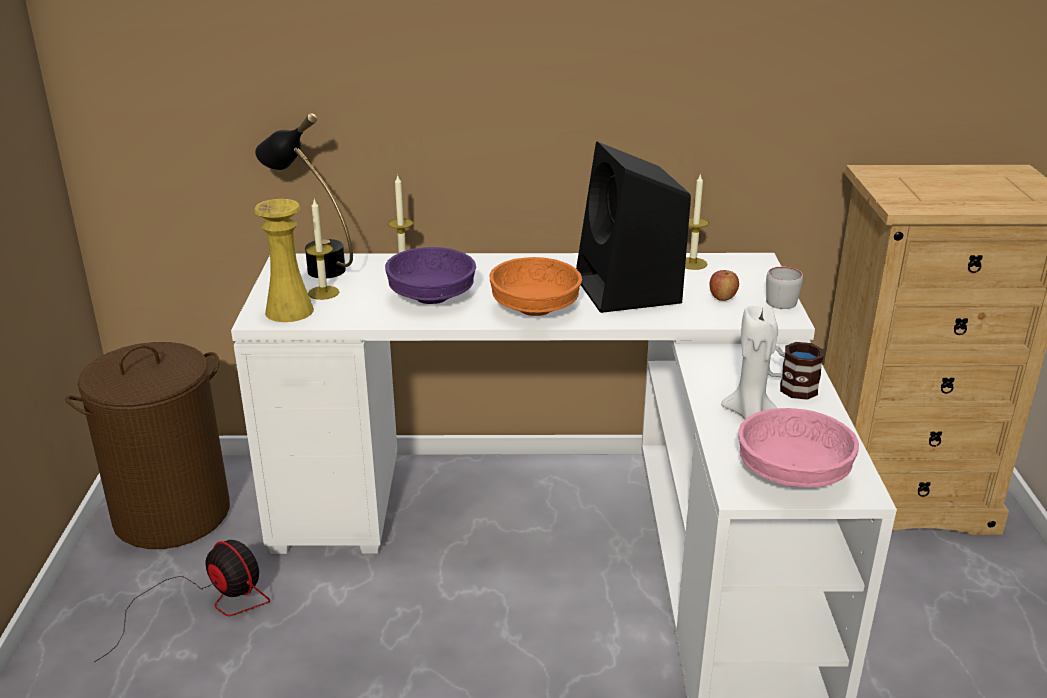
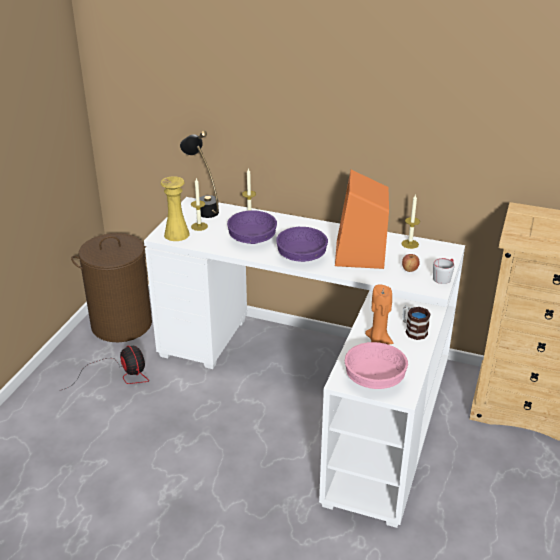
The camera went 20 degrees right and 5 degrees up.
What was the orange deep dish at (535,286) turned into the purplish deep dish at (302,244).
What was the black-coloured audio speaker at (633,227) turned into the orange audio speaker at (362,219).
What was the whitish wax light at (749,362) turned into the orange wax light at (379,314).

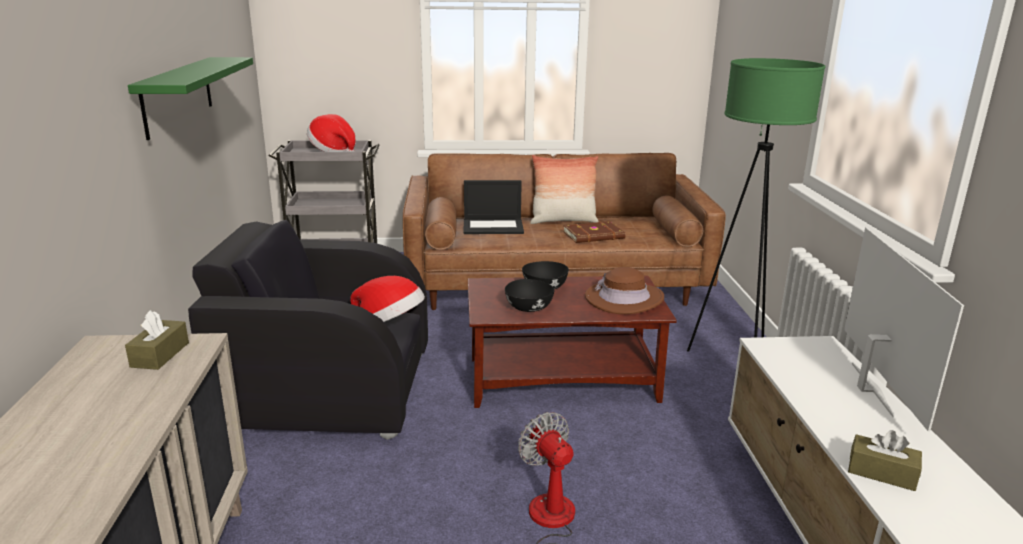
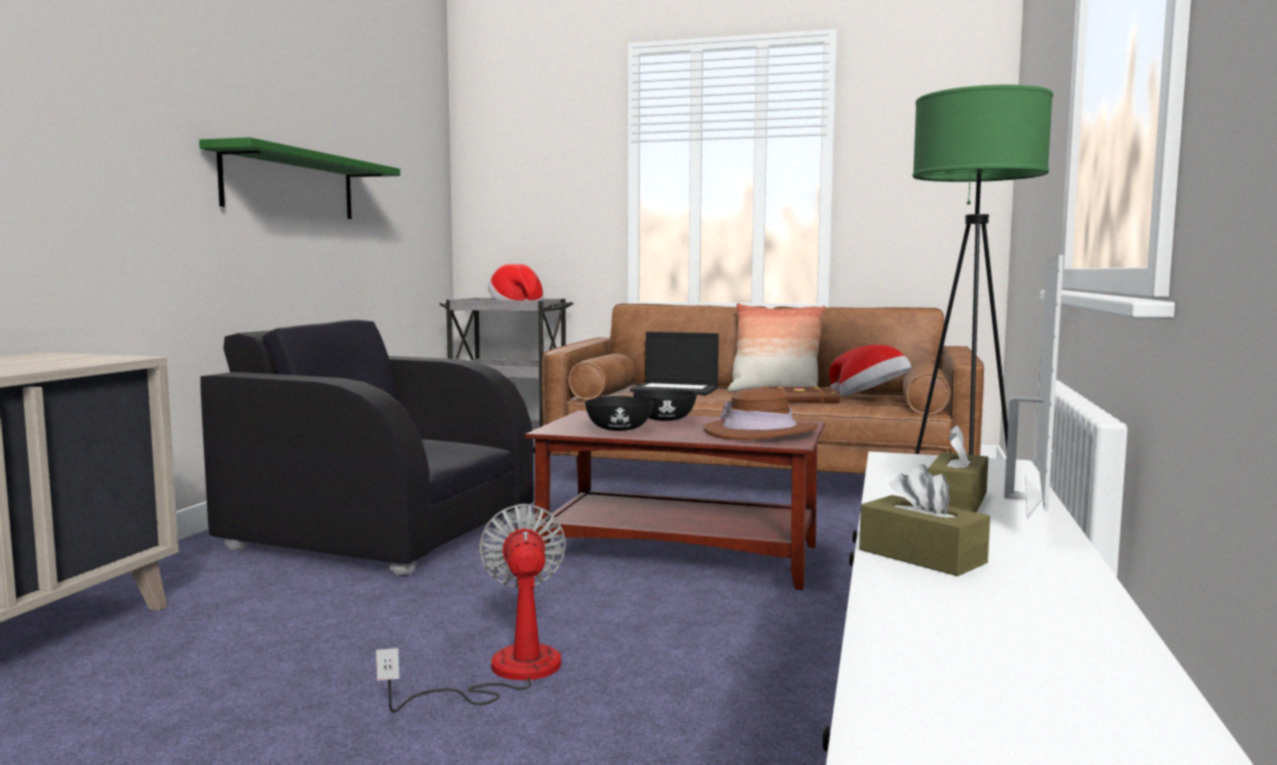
The camera went 20 degrees right and 15 degrees down.
The brown-coloured box of tissues ended up elsewhere, having gone from (157,340) to (957,468).
The clothing hat ended up elsewhere, having gone from (387,299) to (870,370).

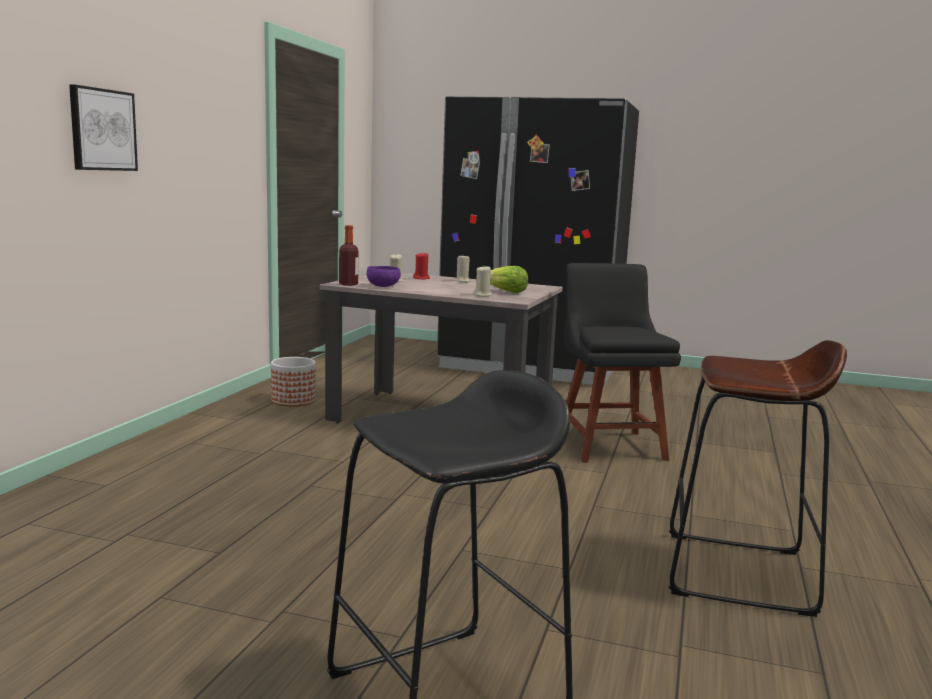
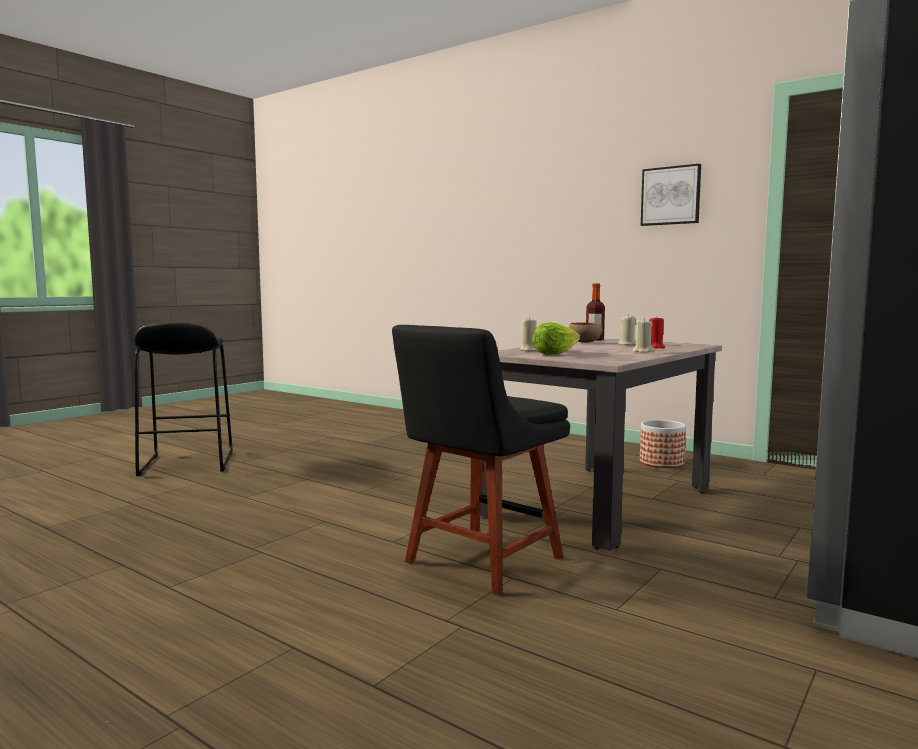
The camera went 110 degrees right and 5 degrees down.
The second view lost the brown-coloured stool seat at (758,478).
The picture ended up elsewhere, having gone from (103,128) to (671,194).
What was the purplish deep dish at (384,276) turned into the brown-coloured deep dish at (585,332).
The black-coloured plain chair at (622,363) ended up facing another way, 120 degrees clockwise from before.

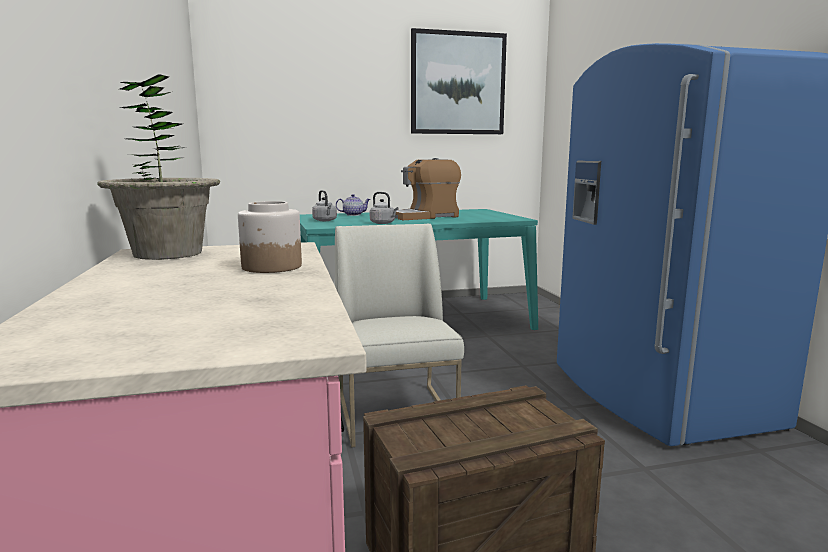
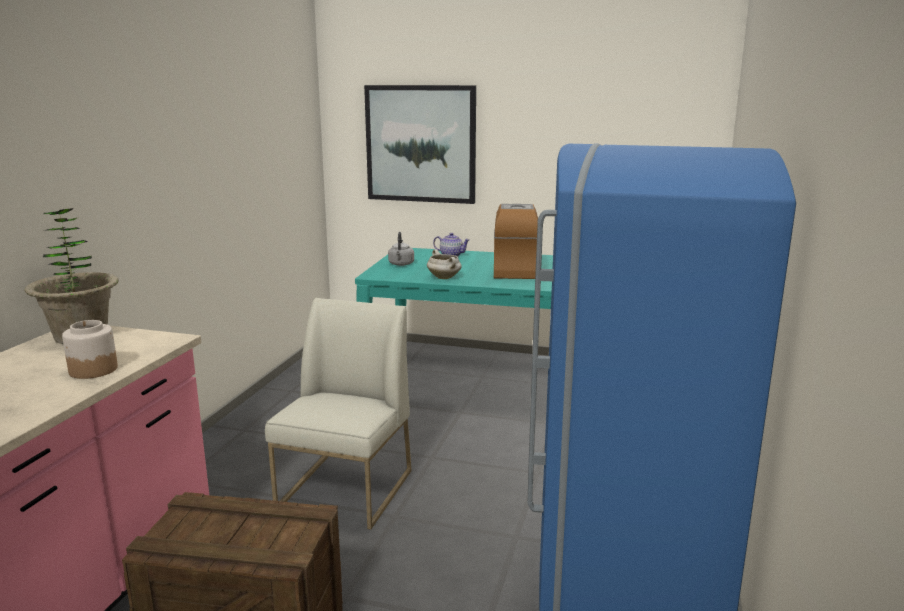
The camera went 30 degrees right and 5 degrees up.
The picture ended up elsewhere, having gone from (459,81) to (420,144).
Where the gray tea kettle stood at (384,208), the whitish cooking pot came to stand at (444,264).
The coffee brewer at (428,189) ended up facing another way, 90 degrees clockwise from before.

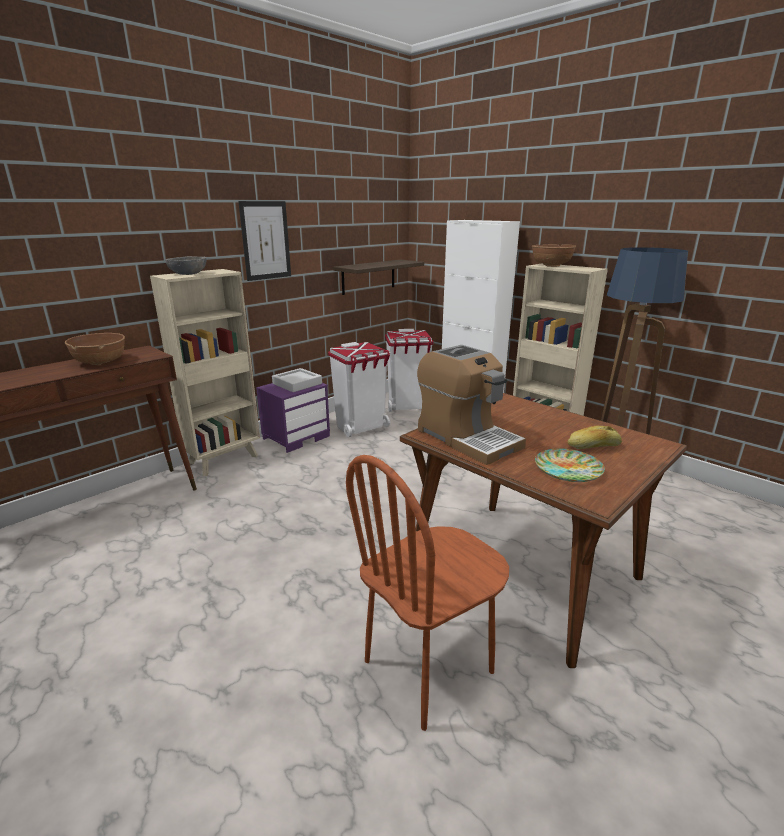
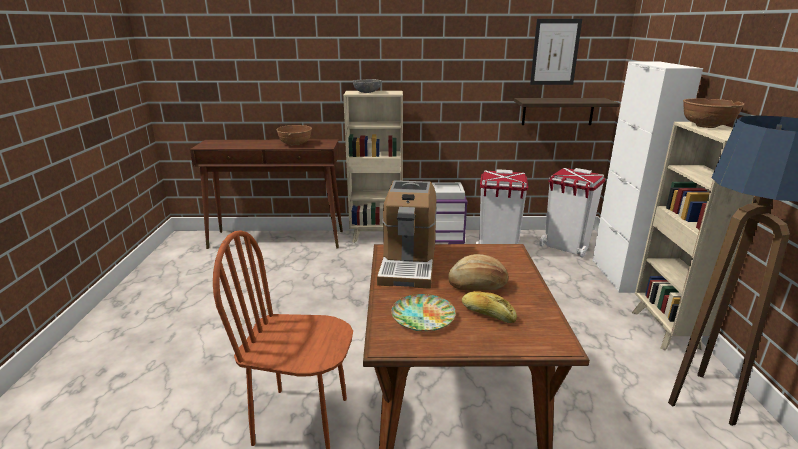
The camera went 45 degrees right and 0 degrees up.
The second view gained the bakery bread at (478,272).
The picture ended up elsewhere, having gone from (264,241) to (556,52).

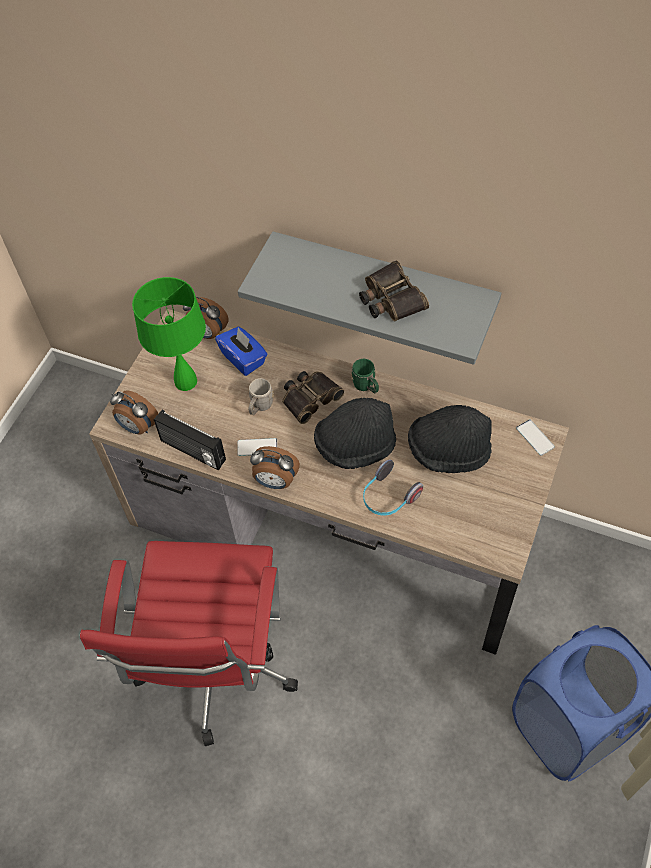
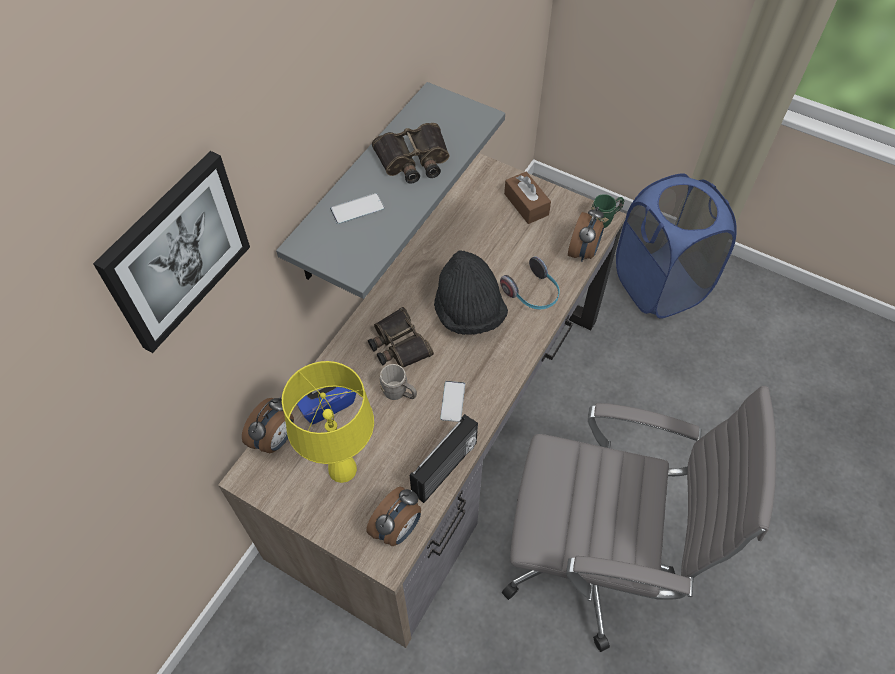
The camera went 85 degrees left and 0 degrees up.
The second view lost the black-coloured clothing hat at (450,439).
The second view gained the picture at (171,252).
The second view gained the brown-coloured box of tissues at (527,198).
The table clock ended up elsewhere, having gone from (275,467) to (586,234).
The greenish tea mug ended up elsewhere, having gone from (365,376) to (607,211).
The telephone ended up elsewhere, having gone from (535,438) to (357,208).
What was the reddish desk chair at (189,643) turned into the gray desk chair at (639,519).
What was the greenish tabletop lamp at (169,334) turned into the yellowish tabletop lamp at (328,422).

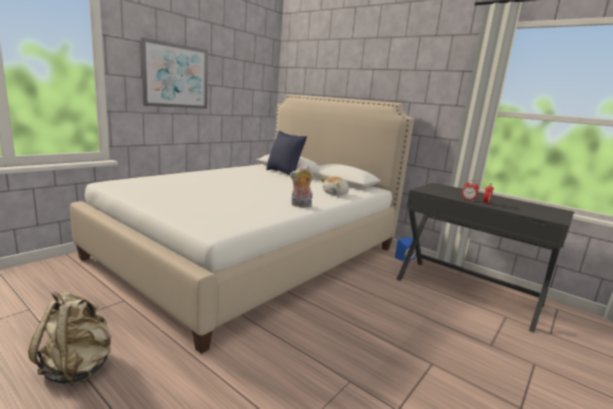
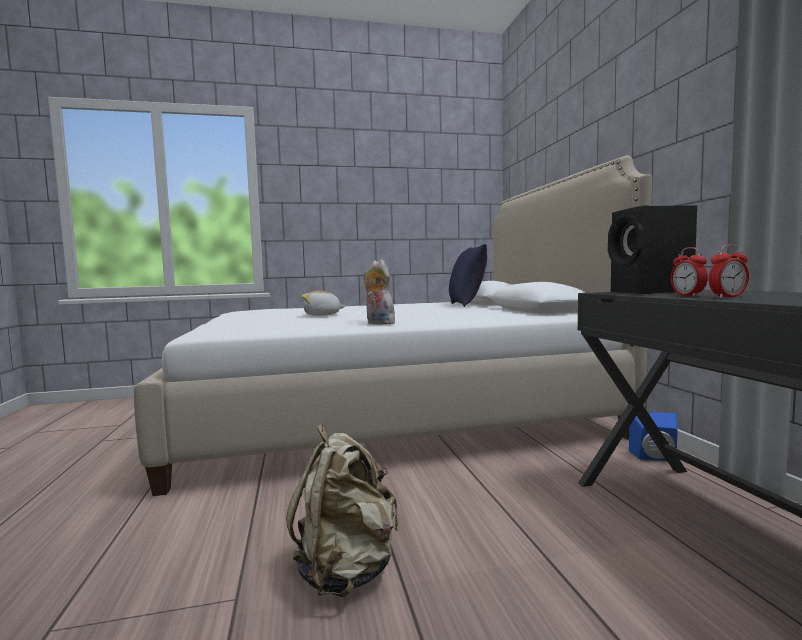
The camera went 40 degrees right and 10 degrees down.
The second view lost the picture at (174,73).
The second view gained the black-coloured audio speaker at (652,249).
The sand-coloured knapsack ended up elsewhere, having gone from (70,338) to (342,510).
The plush toy ended up elsewhere, having gone from (334,186) to (323,303).

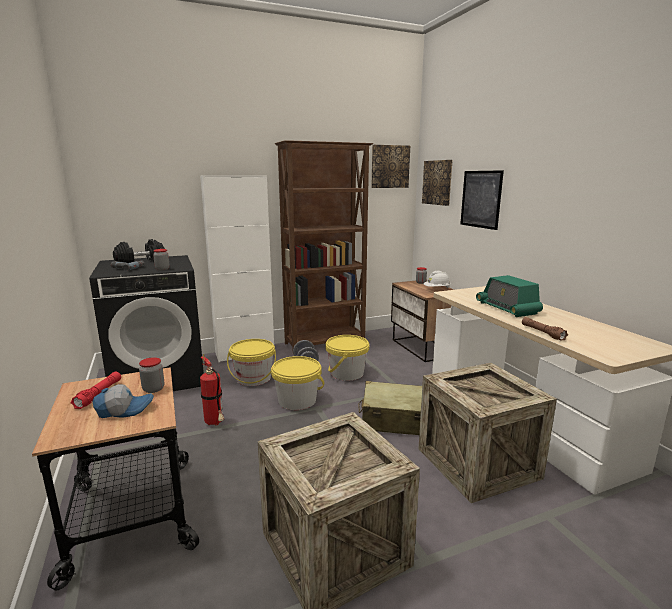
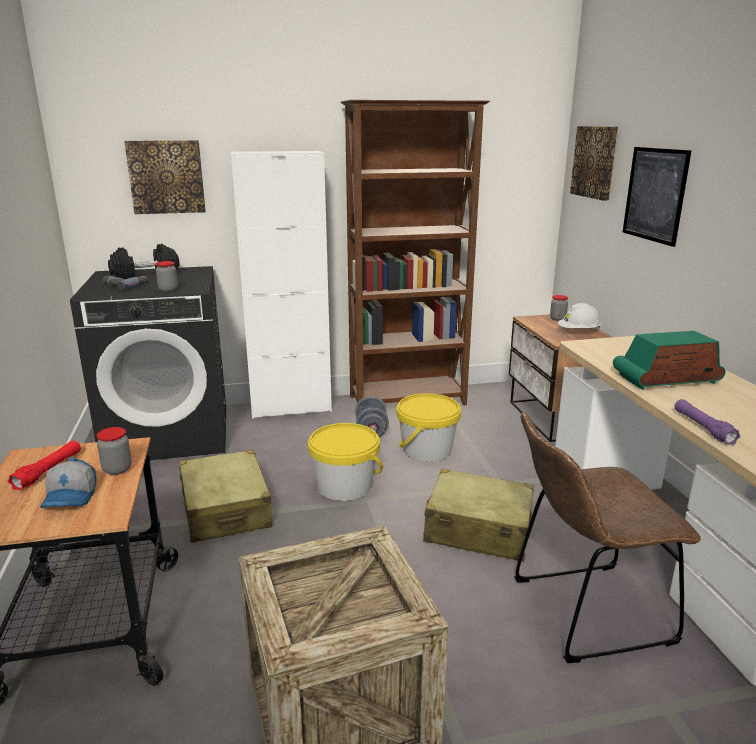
The camera went 10 degrees right and 5 degrees up.
The second view lost the yellowish water bucket at (251,362).
The picture ended up elsewhere, having gone from (390,166) to (165,177).
Where the fire extinguisher stood at (212,390), the sand-coloured piece of luggage came to stand at (225,496).
Where the packing crate stood at (487,433), the brown-coloured plain chair came to stand at (607,538).
What was the brown-coloured hand torch at (545,329) turned into the purplish hand torch at (708,422).
The baseball cap at (123,401) ended up facing another way, 90 degrees clockwise from before.
The radio set at (509,296) ended up facing another way, 90 degrees clockwise from before.

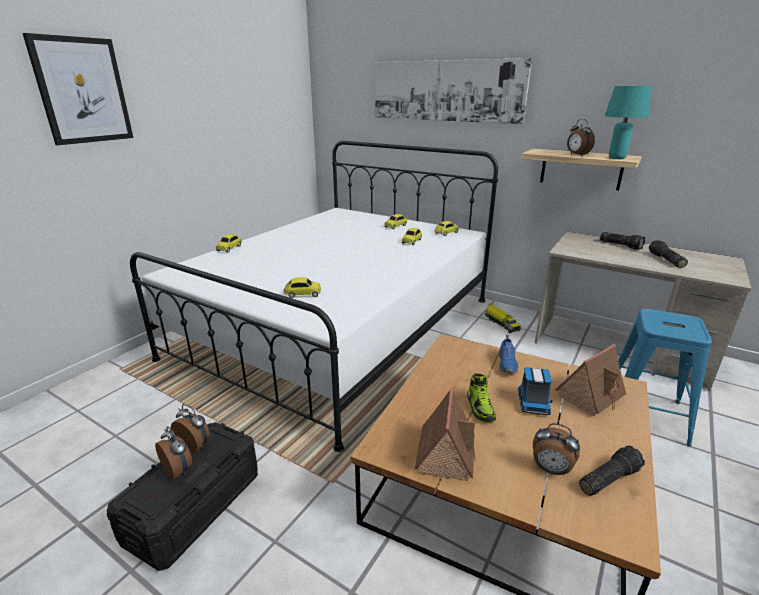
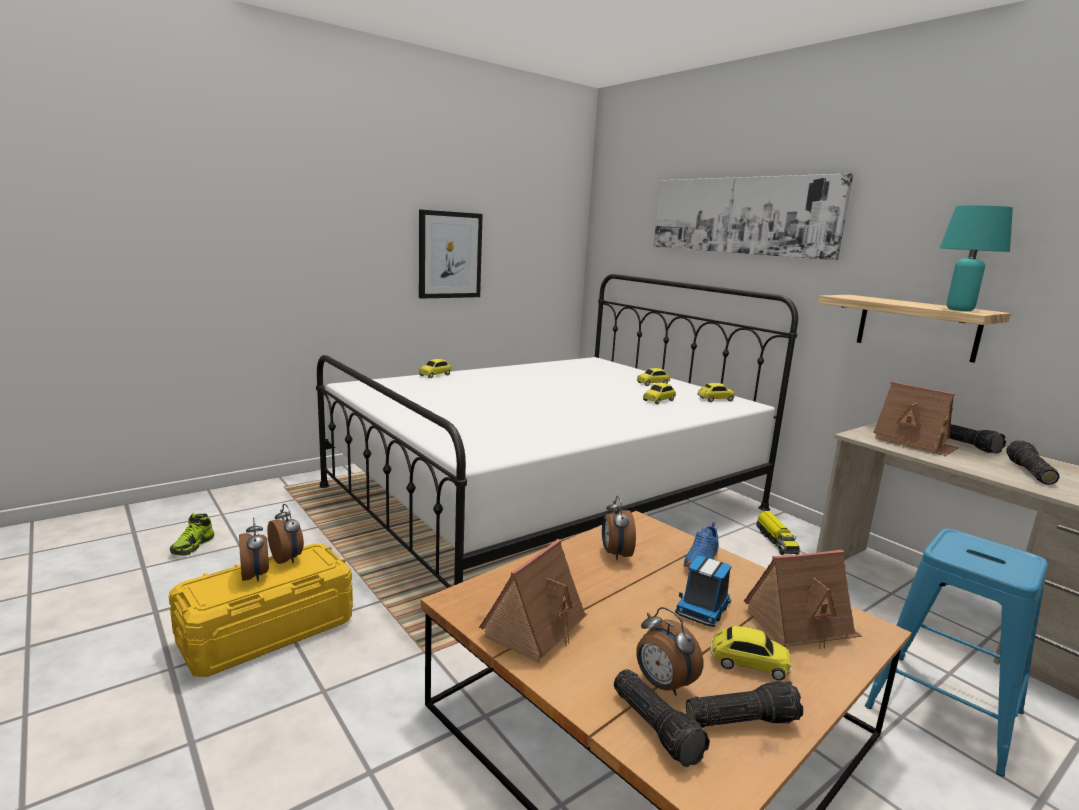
The camera went 20 degrees right and 10 degrees down.
The second view gained the hand torch at (662,718).
The second view gained the model house at (916,418).
The picture ended up elsewhere, having gone from (78,89) to (451,254).
The toy car ended up elsewhere, having gone from (302,287) to (750,653).
The shoe ended up elsewhere, having gone from (481,397) to (192,534).
The table clock ended up elsewhere, having gone from (581,137) to (619,528).
What was the black-coloured storage container at (182,496) turned into the yellowish storage container at (260,610).

